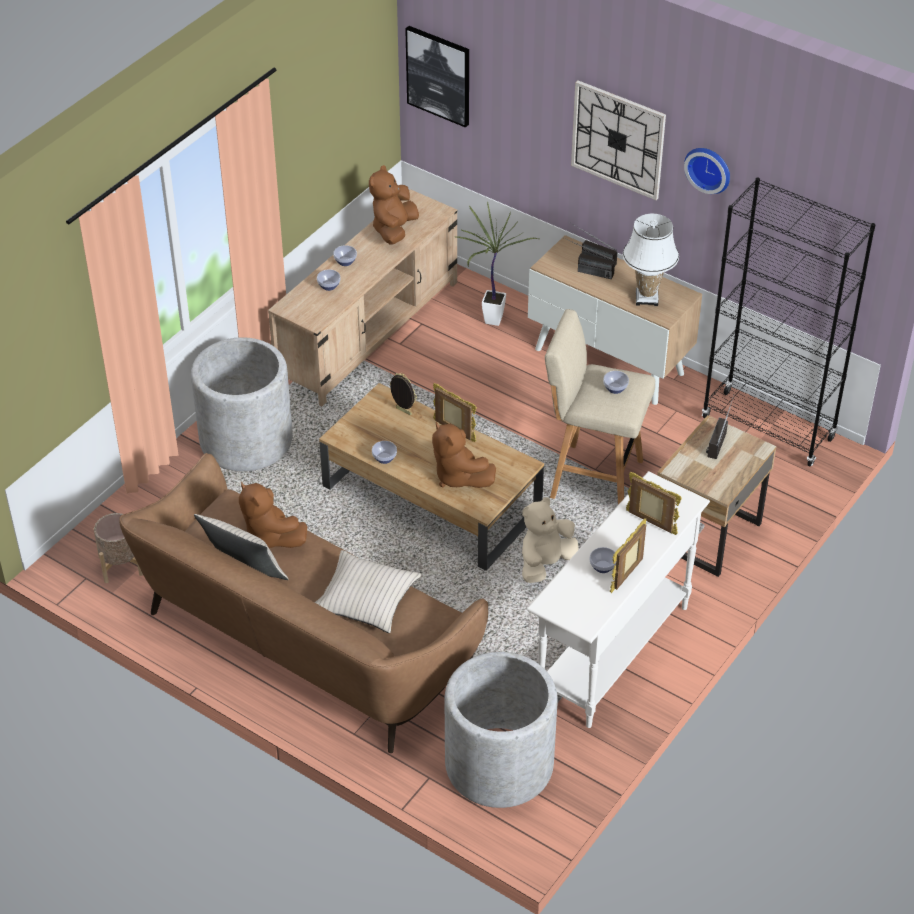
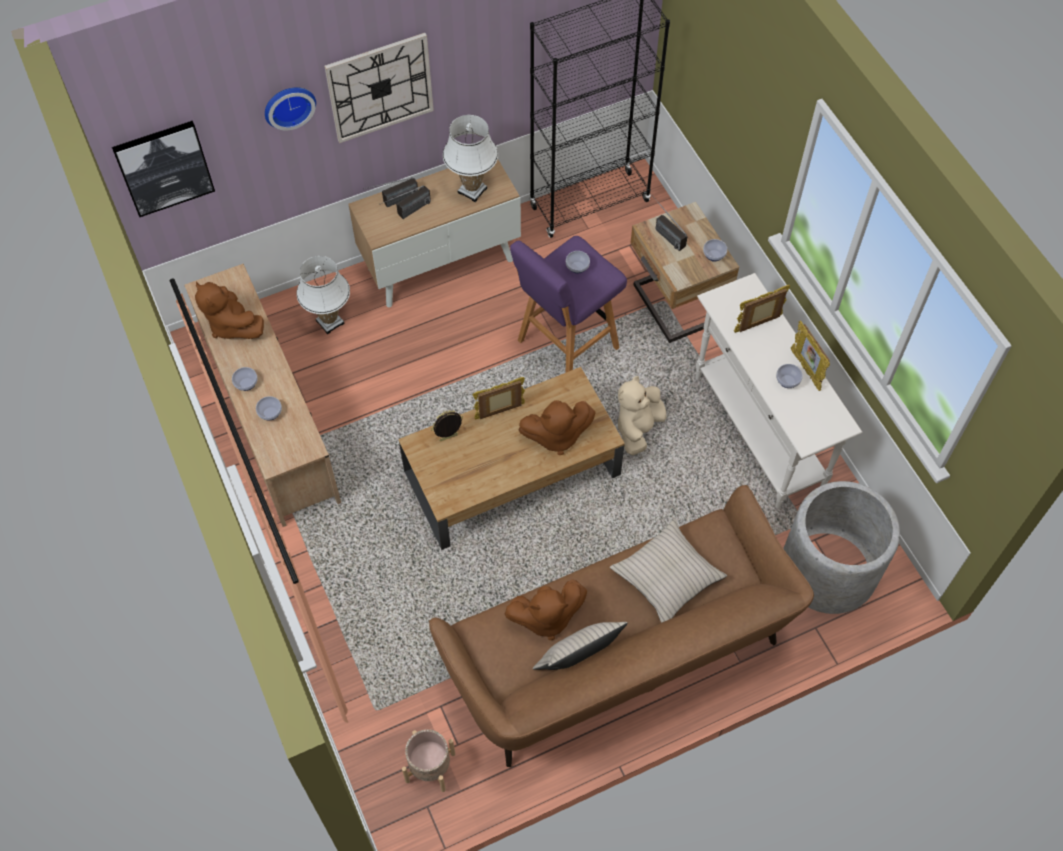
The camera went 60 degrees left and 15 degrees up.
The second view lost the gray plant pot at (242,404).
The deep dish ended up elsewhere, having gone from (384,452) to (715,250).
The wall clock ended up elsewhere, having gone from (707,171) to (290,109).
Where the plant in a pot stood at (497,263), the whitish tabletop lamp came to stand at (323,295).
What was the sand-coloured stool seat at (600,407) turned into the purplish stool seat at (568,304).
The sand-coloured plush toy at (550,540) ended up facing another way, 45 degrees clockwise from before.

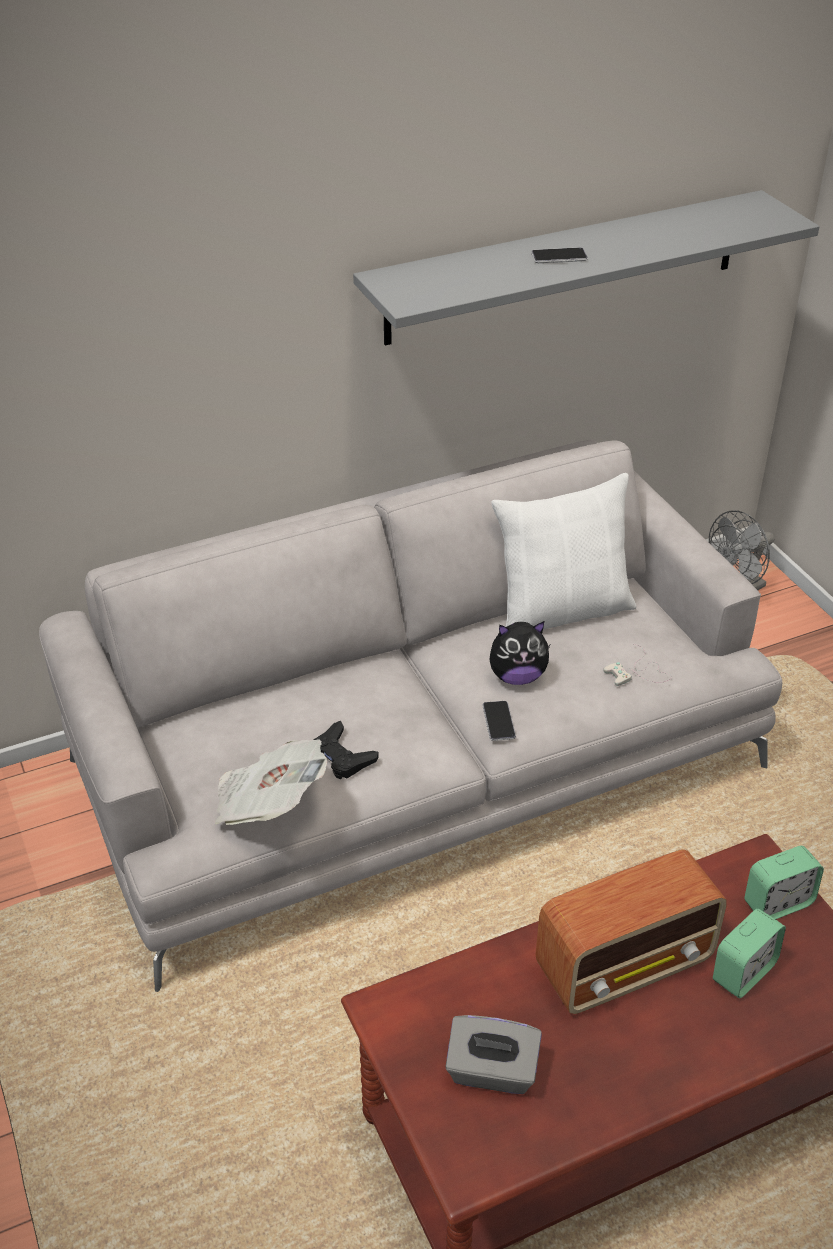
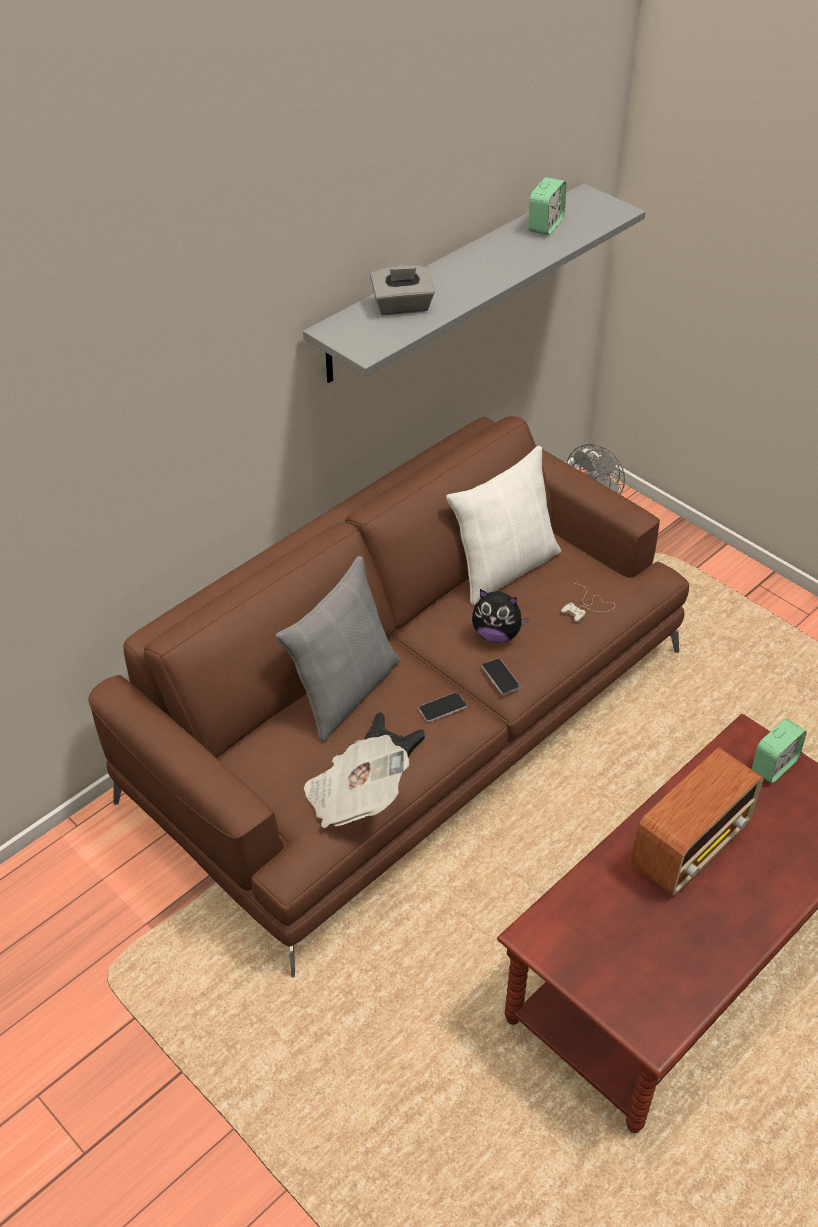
The camera went 20 degrees left and 5 degrees up.
The second view gained the gray throw pillow at (338,649).
The gray box of tissues ended up elsewhere, having gone from (493,1054) to (402,290).
The telephone ended up elsewhere, having gone from (559,255) to (442,707).
The table clock ended up elsewhere, having gone from (749,954) to (547,206).
What was the gray couch at (410,716) turned into the brown-coloured couch at (388,696).
The plush toy at (519,653) ended up facing another way, 45 degrees clockwise from before.

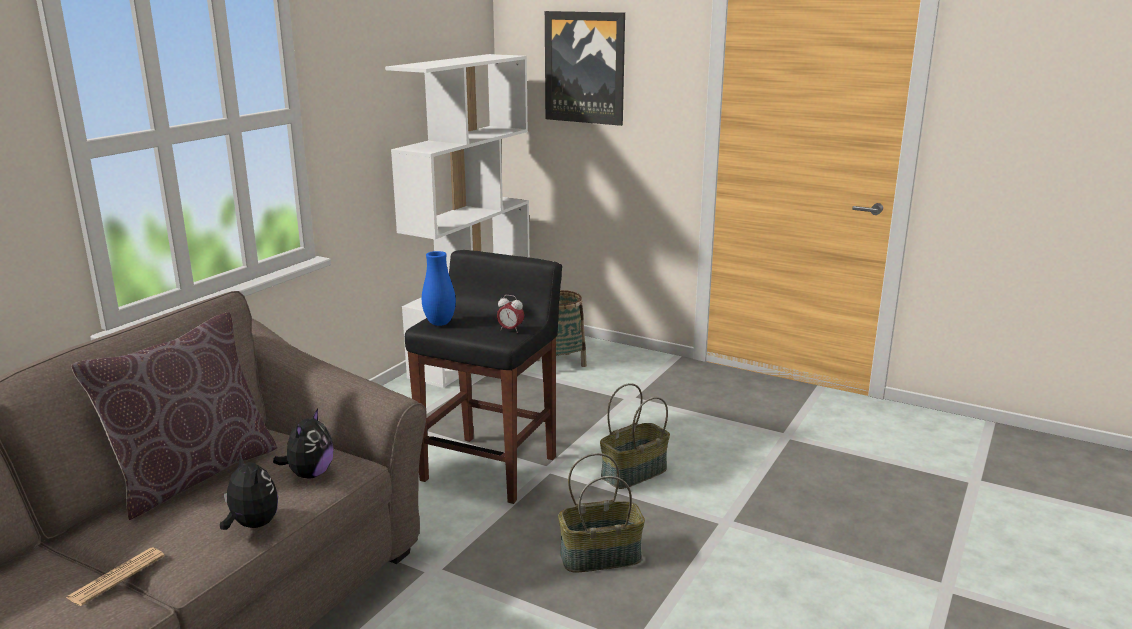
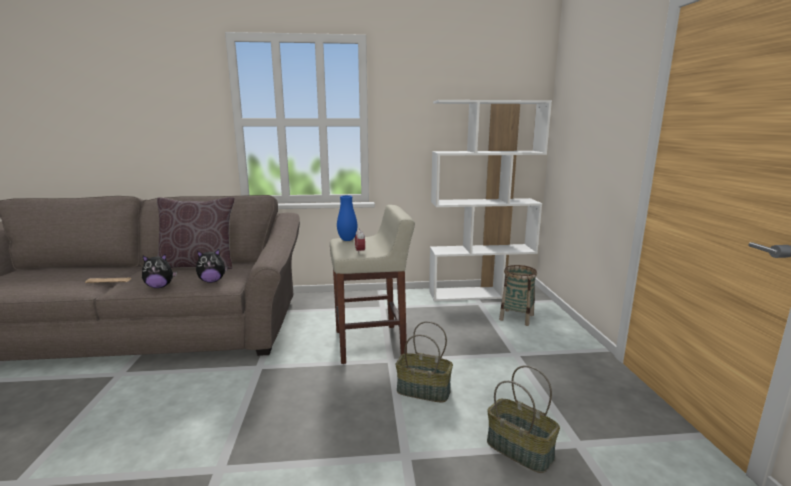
The camera went 55 degrees right and 5 degrees down.
The second view lost the picture at (585,68).
The household basket ended up elsewhere, having gone from (601,512) to (523,419).
What was the black-coloured stool seat at (483,377) turned into the sand-coloured stool seat at (372,284).
The plush toy at (249,491) ended up facing another way, 60 degrees clockwise from before.

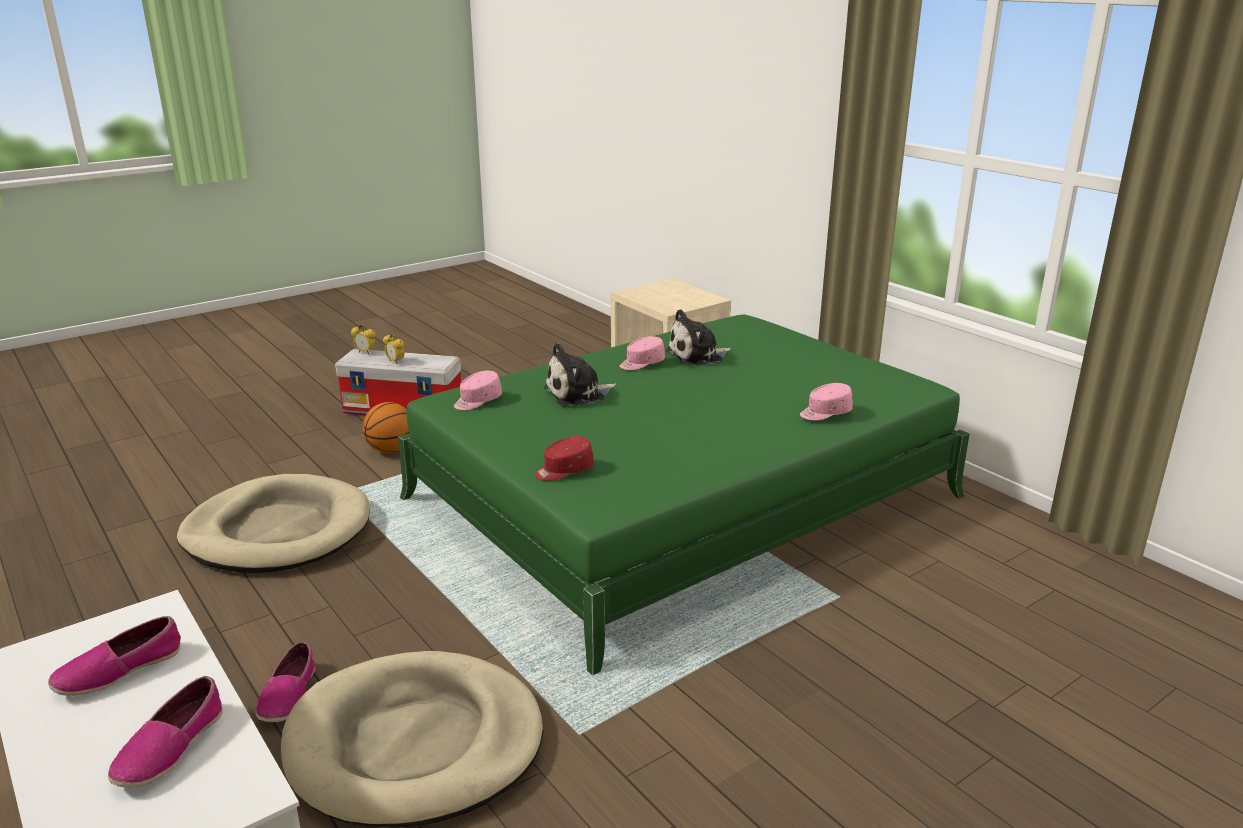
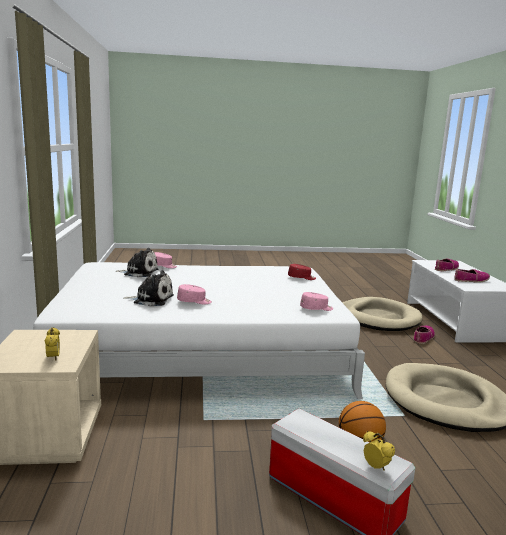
The camera went 150 degrees left and 10 degrees down.
The table clock ended up elsewhere, having gone from (394,349) to (52,344).
The plush toy ended up elsewhere, having gone from (580,374) to (136,262).
What was the greenish bed at (684,494) turned into the whitish bed at (199,330).

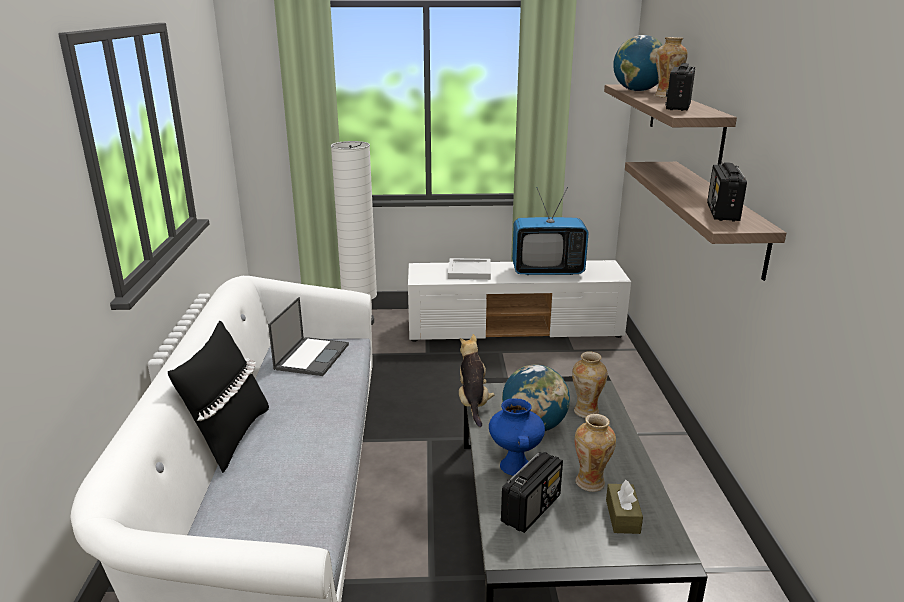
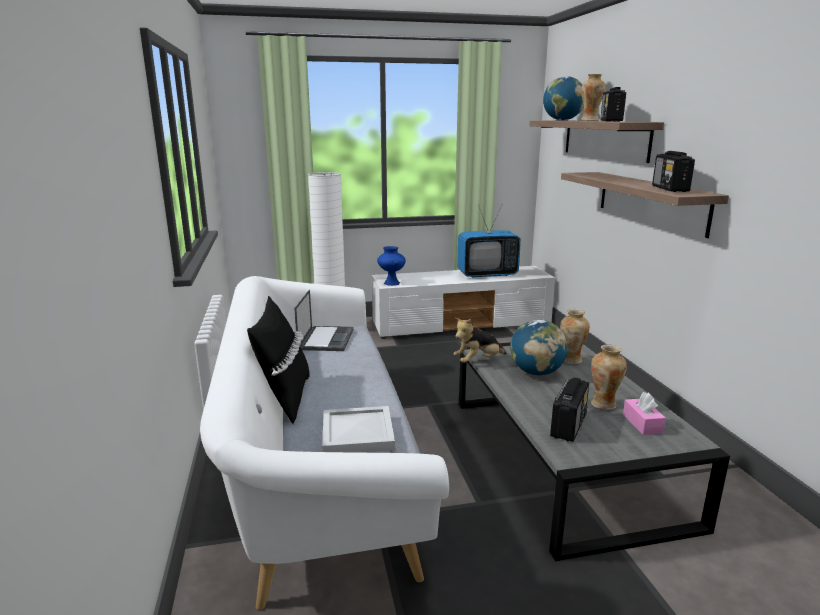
The camera went 10 degrees left and 5 degrees down.
The whitish tray ended up elsewhere, having gone from (469,269) to (358,429).
The blue vase ended up elsewhere, having gone from (517,437) to (391,266).
What was the brown-coloured box of tissues at (624,507) turned into the pinkish box of tissues at (644,413).
The plush toy at (477,380) ended up facing another way, 105 degrees counterclockwise from before.

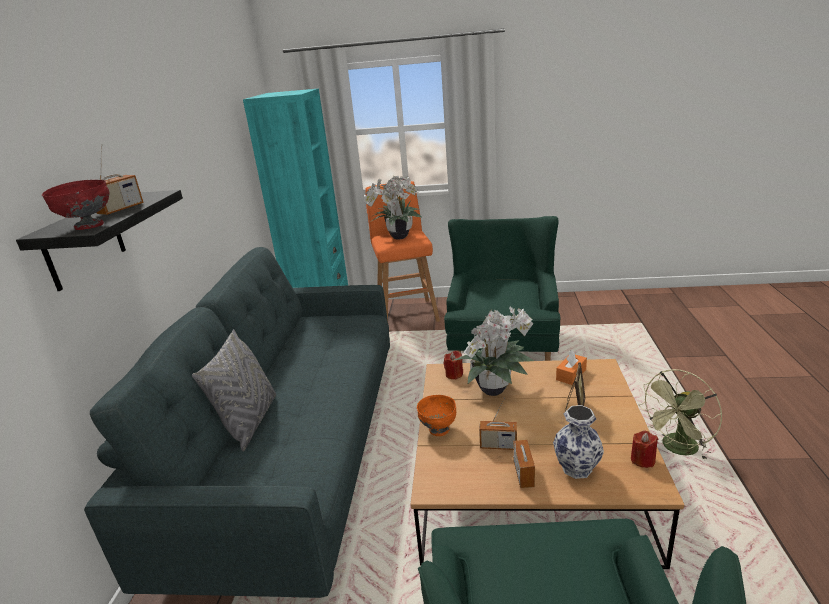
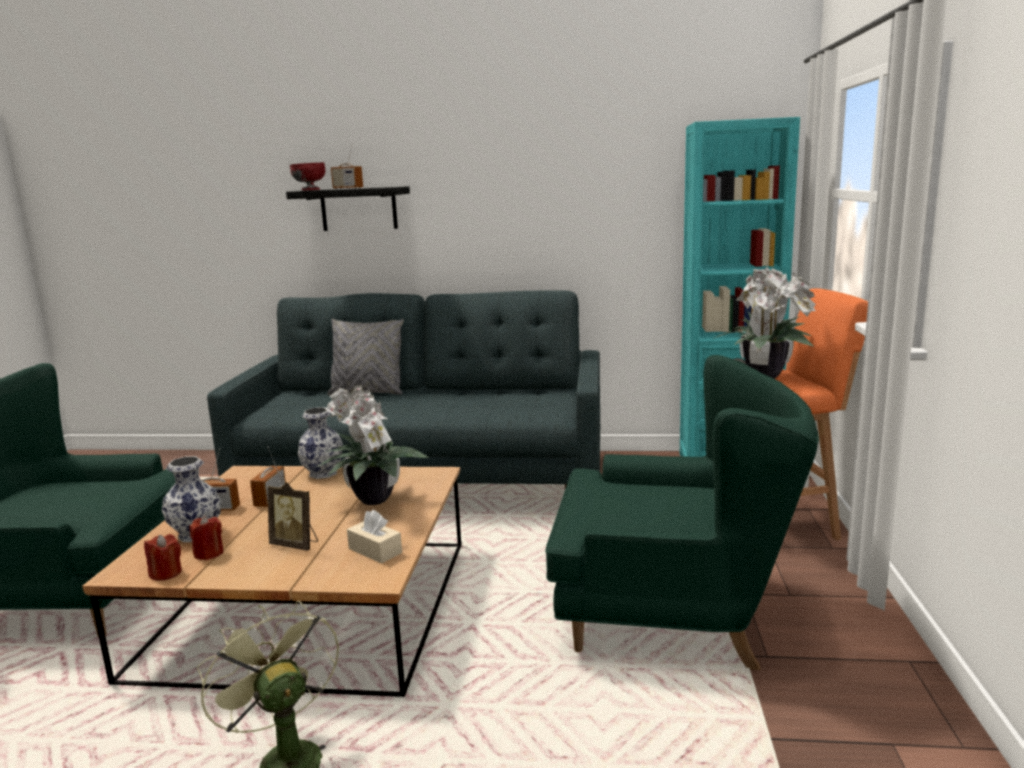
The camera went 90 degrees right and 10 degrees down.
The reddish wax light ended up elsewhere, having gone from (453,365) to (206,538).
Where the orange deep dish stood at (436,415), the vase came to stand at (320,443).
What was the orange box of tissues at (571,367) turned into the sand-coloured box of tissues at (374,537).

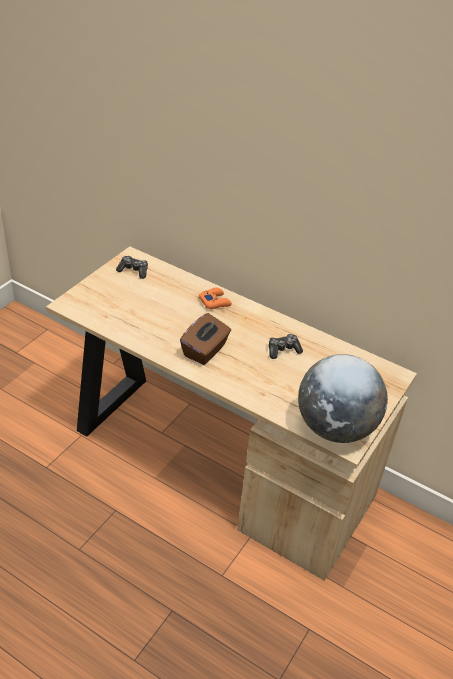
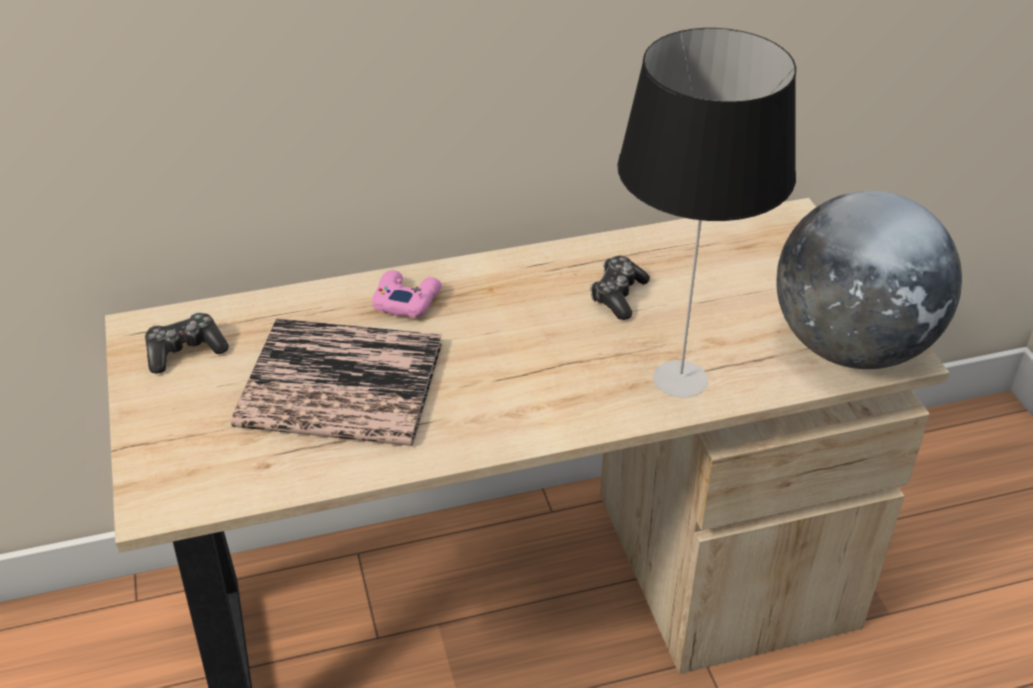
The camera went 45 degrees left and 0 degrees up.
The second view lost the brown-coloured box of tissues at (205,339).
The second view gained the bound book at (336,382).
The second view gained the tabletop lamp at (706,213).
What was the orange gamepad at (215,298) turned into the pinkish gamepad at (406,294).

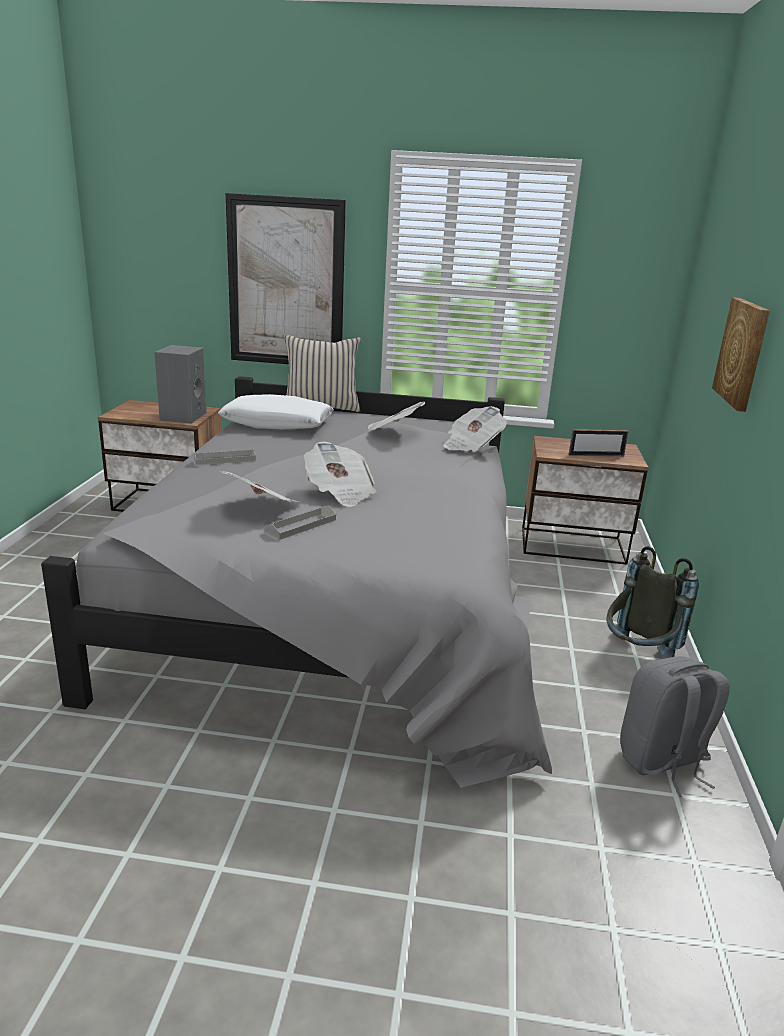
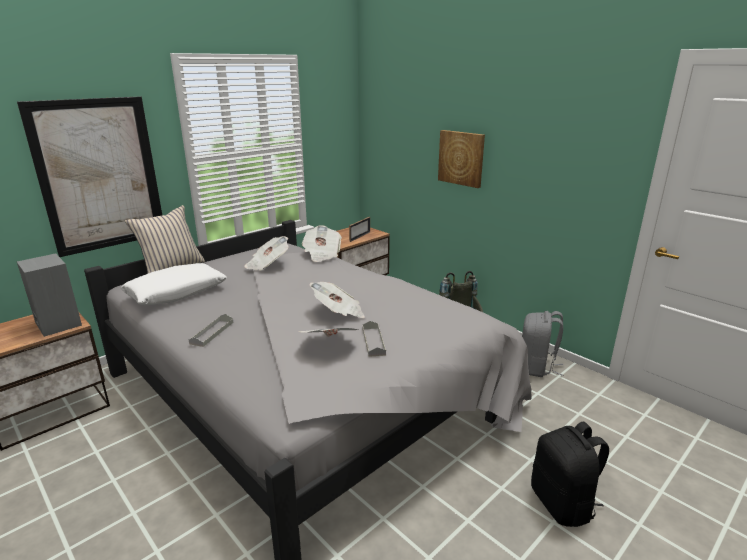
The camera went 50 degrees left and 0 degrees up.
The second view gained the black-coloured knapsack at (570,474).

